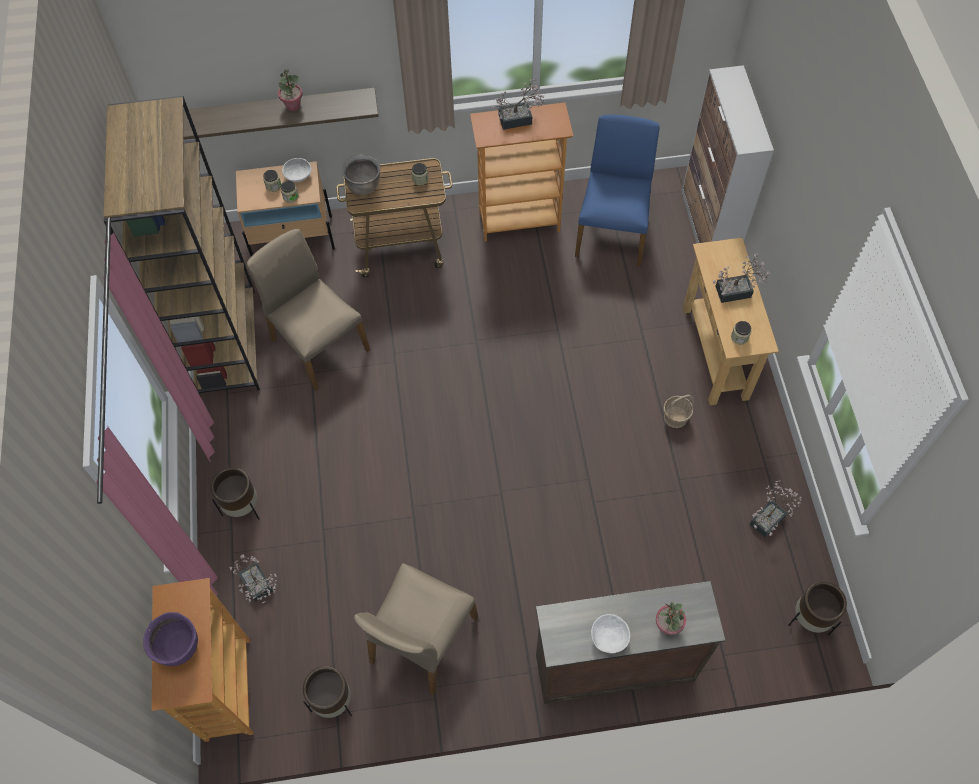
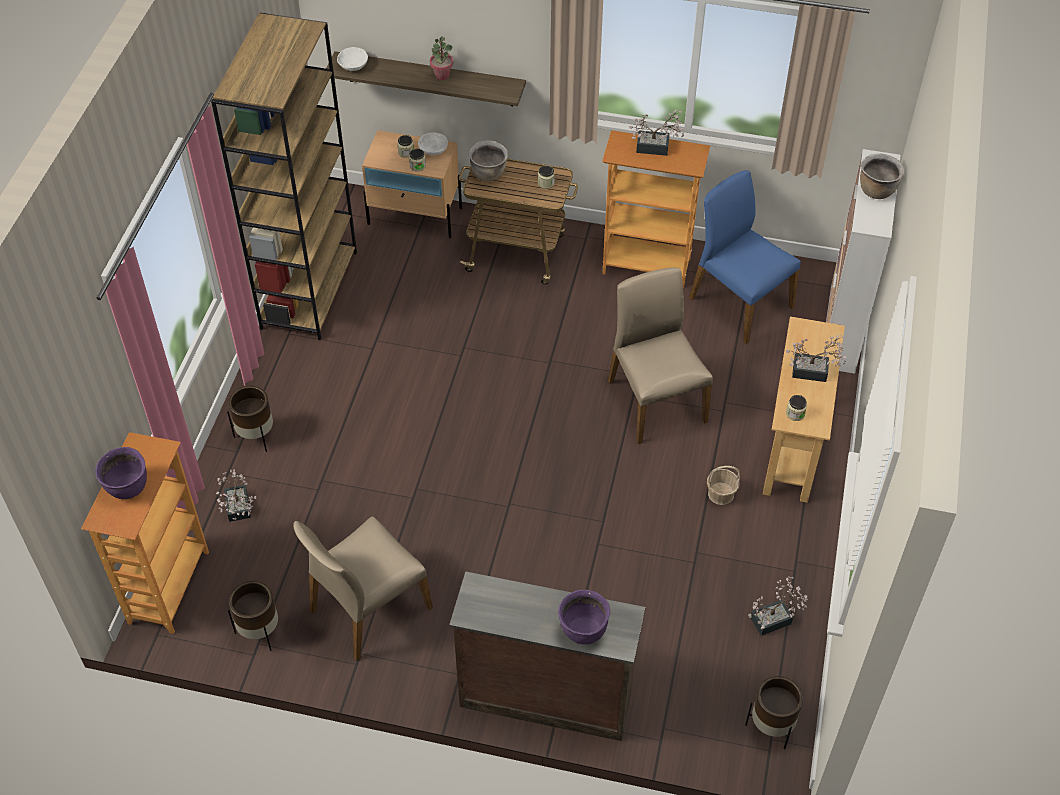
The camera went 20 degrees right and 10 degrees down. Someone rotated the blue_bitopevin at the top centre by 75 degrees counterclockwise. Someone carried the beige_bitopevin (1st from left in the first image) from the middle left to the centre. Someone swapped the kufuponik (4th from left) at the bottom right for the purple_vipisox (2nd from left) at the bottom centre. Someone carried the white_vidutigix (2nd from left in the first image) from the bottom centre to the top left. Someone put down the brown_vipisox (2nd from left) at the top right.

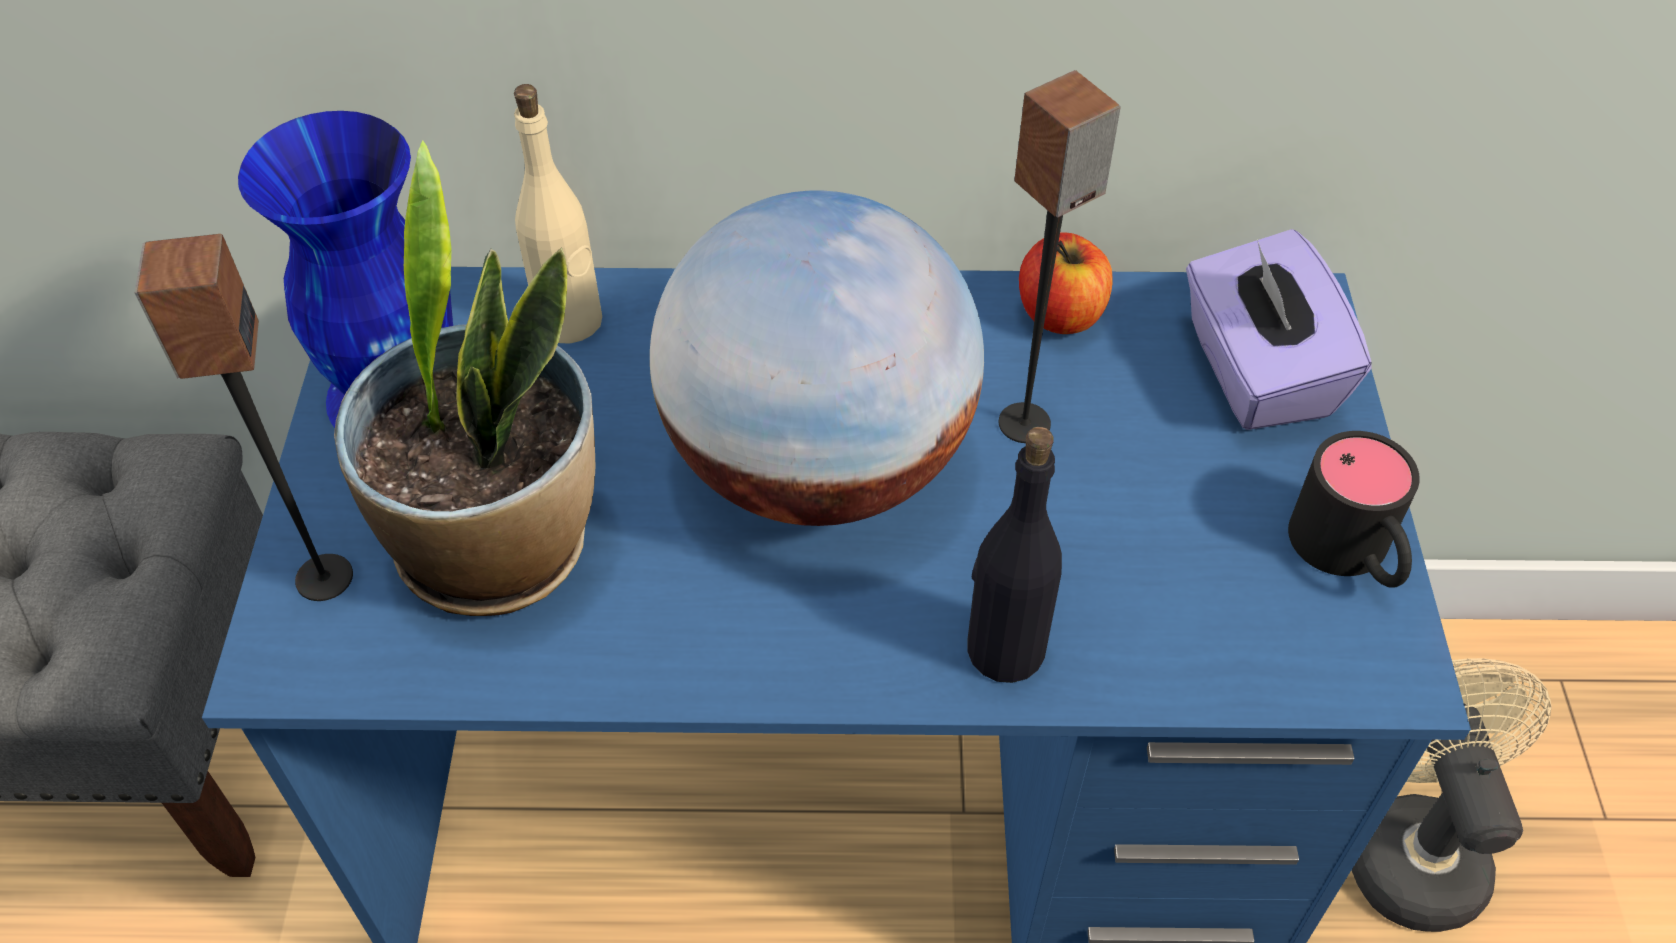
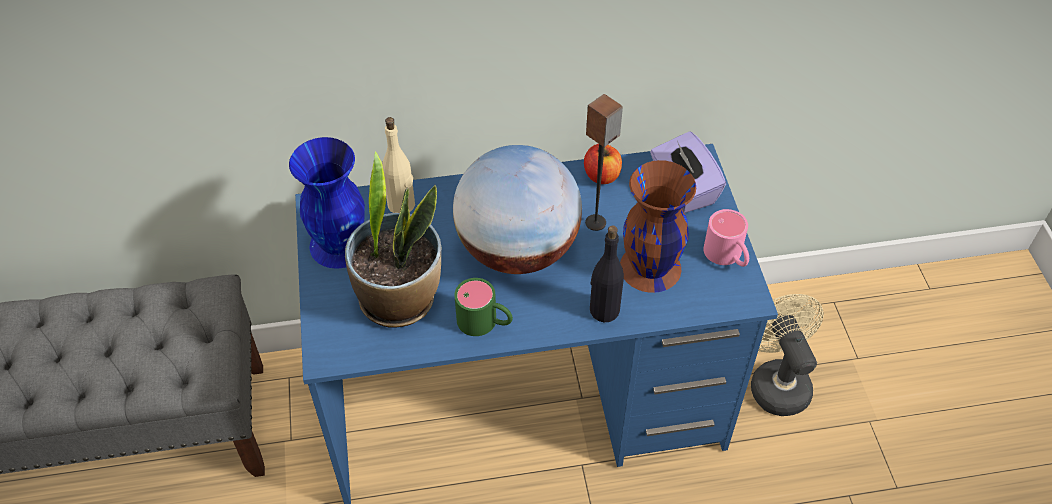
The camera went 10 degrees left and 0 degrees up. Someone took away the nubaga (1st from left) at the middle left. Someone repainted the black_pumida at the middle right, which became the pink_pumida at the middle right. Someone put down the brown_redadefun at the centre. Someone put down the green_pumida at the centre.

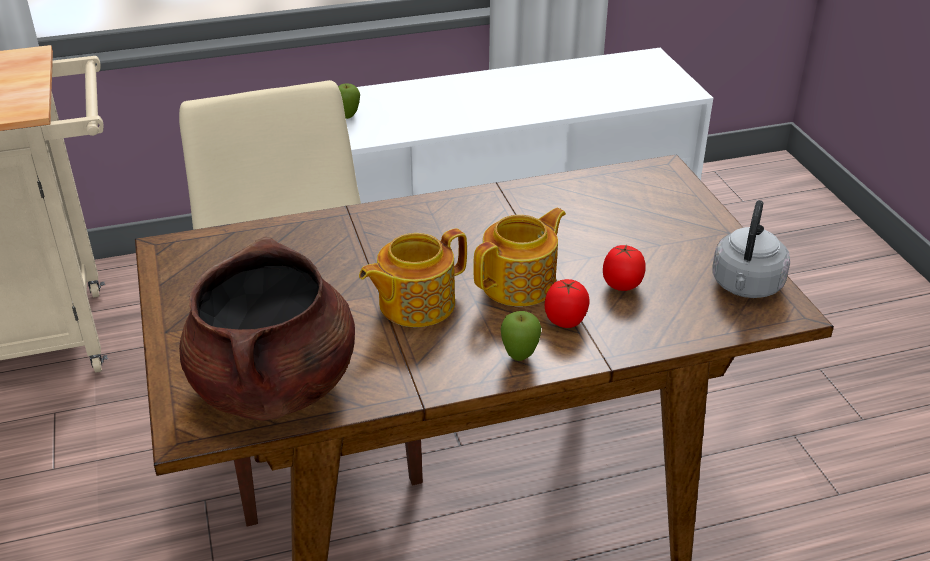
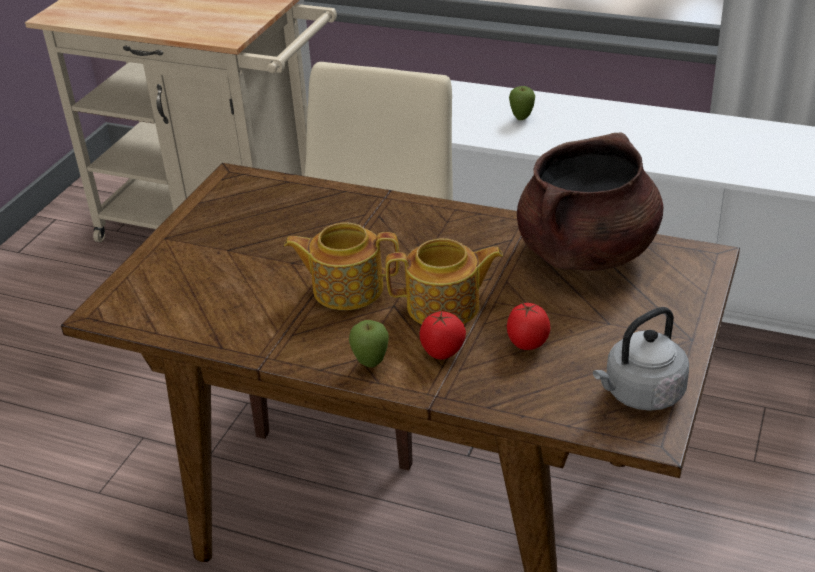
The camera went 40 degrees right and 0 degrees up. Someone carried the brown_vipisox from the middle left to the middle right.

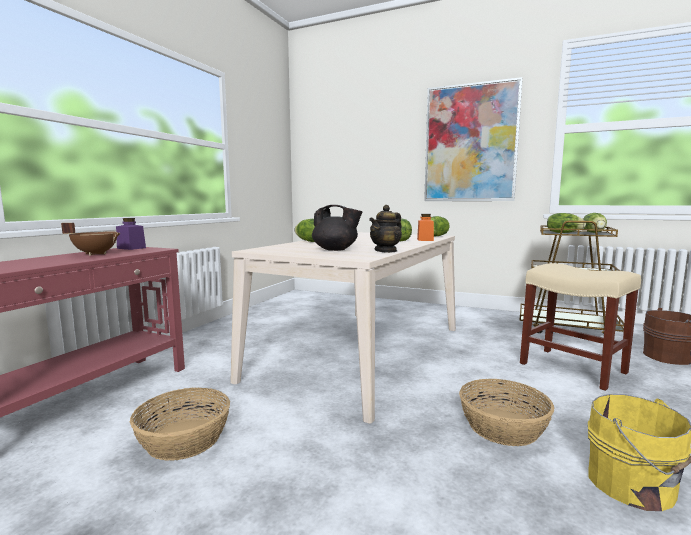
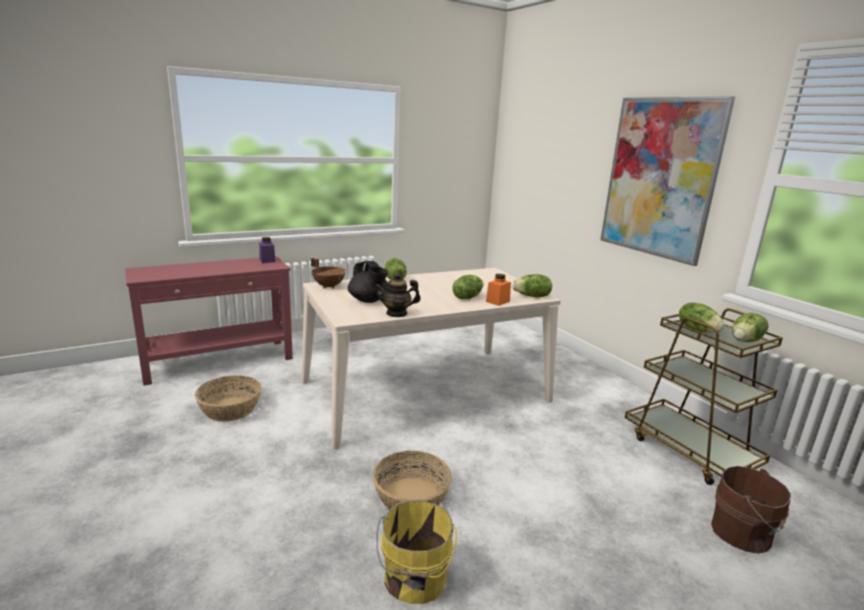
The camera went 35 degrees right and 10 degrees up. Someone carried the brown_vipisox from the middle left to the centre. Someone took away the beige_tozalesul at the middle right.

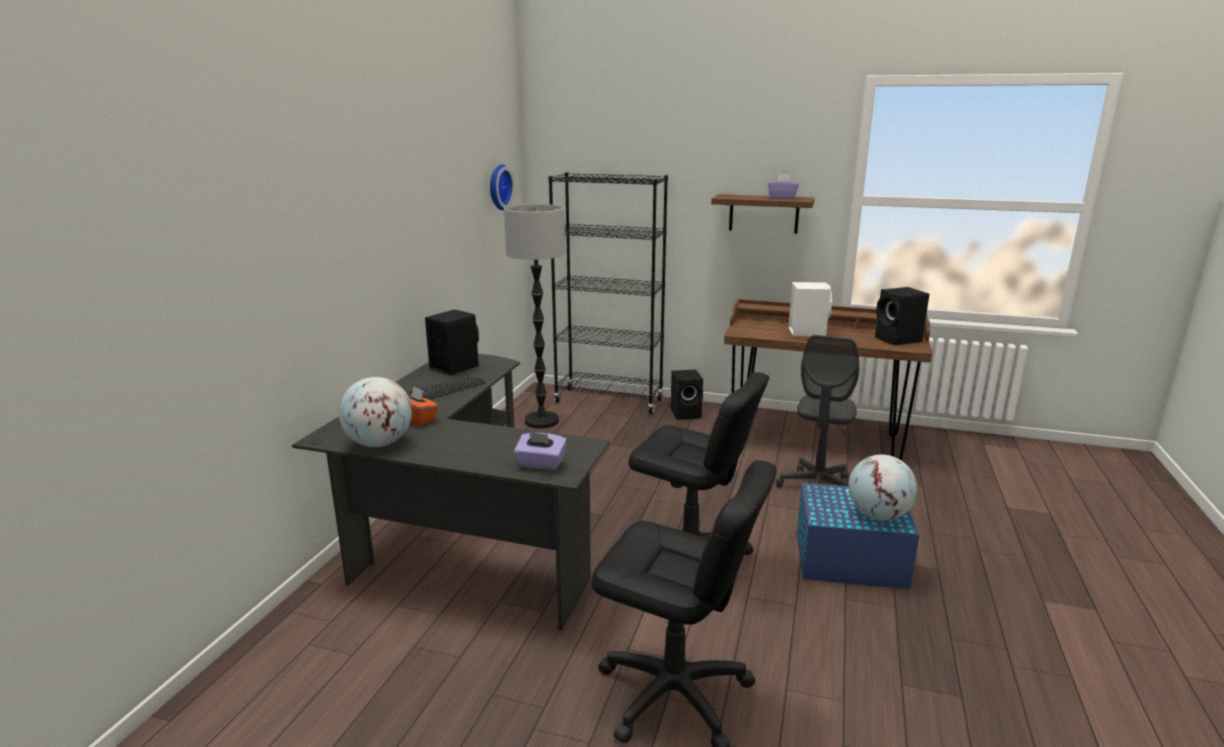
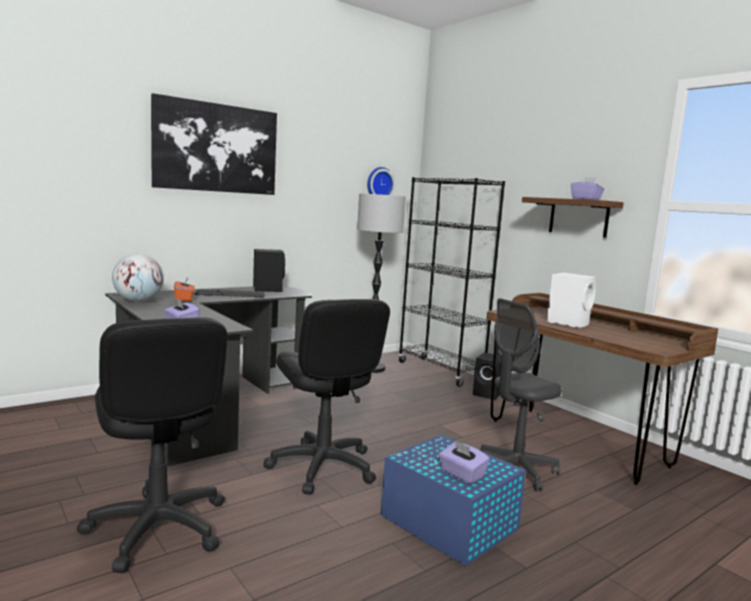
The camera went 35 degrees right and 10 degrees down. Someone took away the black_nubaga (3rd from left) at the middle right. Someone swapped the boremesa (2nd from left) at the middle right for the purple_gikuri (2nd from left) at the bottom centre. Someone put up the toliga at the top left.

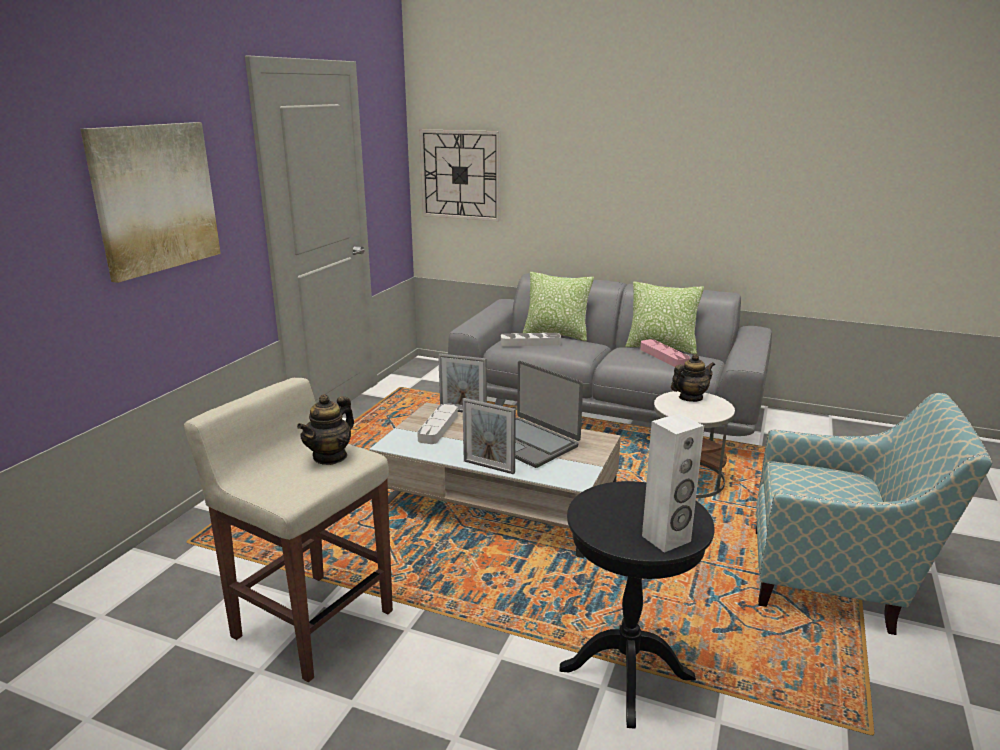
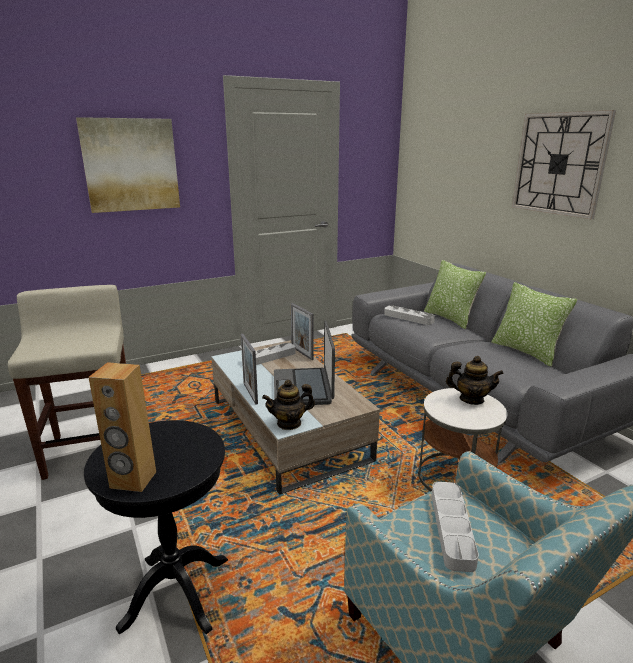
The camera went 40 degrees right and 0 degrees up. Someone carried the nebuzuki from the top centre to the top right. Someone took away the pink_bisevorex at the centre. Someone carried the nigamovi (1st from left) from the middle left to the centre. Someone repainted the white_nubaga at the middle right, which became the brown_nubaga at the middle left. Someone put down the grey_bisevorex (3rd from left) at the bottom right.

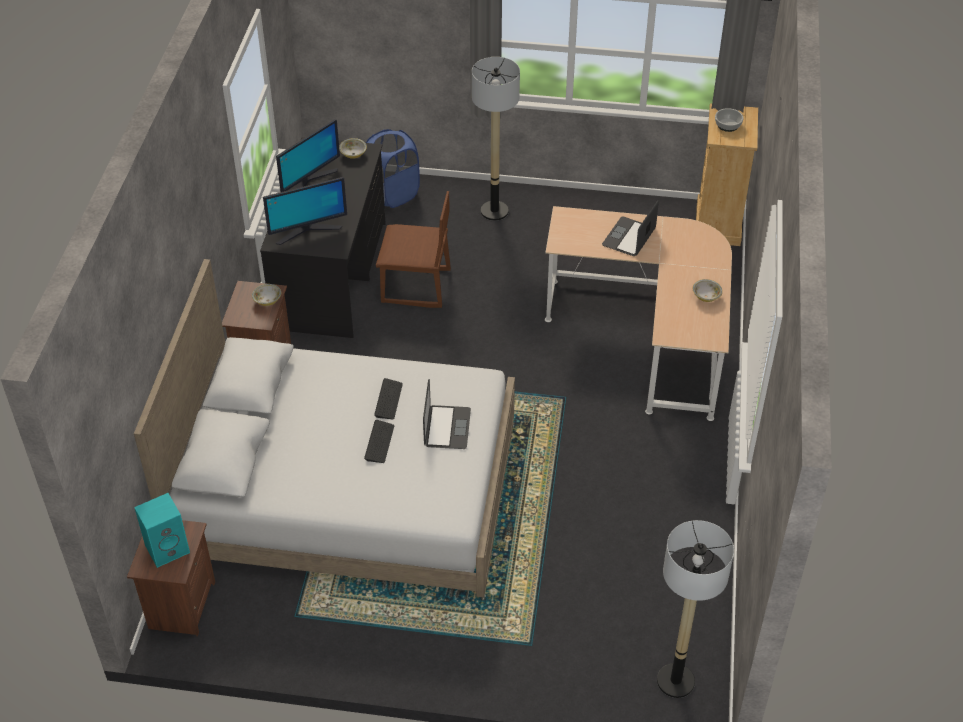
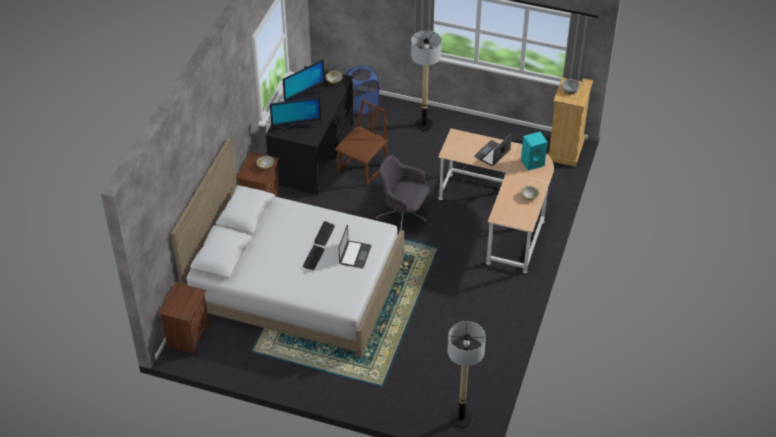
The camera went 10 degrees right and 0 degrees up. Someone rotated the brown_bitopevin at the centre by 75 degrees counterclockwise. Someone carried the turquoise_nubaga from the bottom left to the middle right. Someone put down the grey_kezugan at the centre.

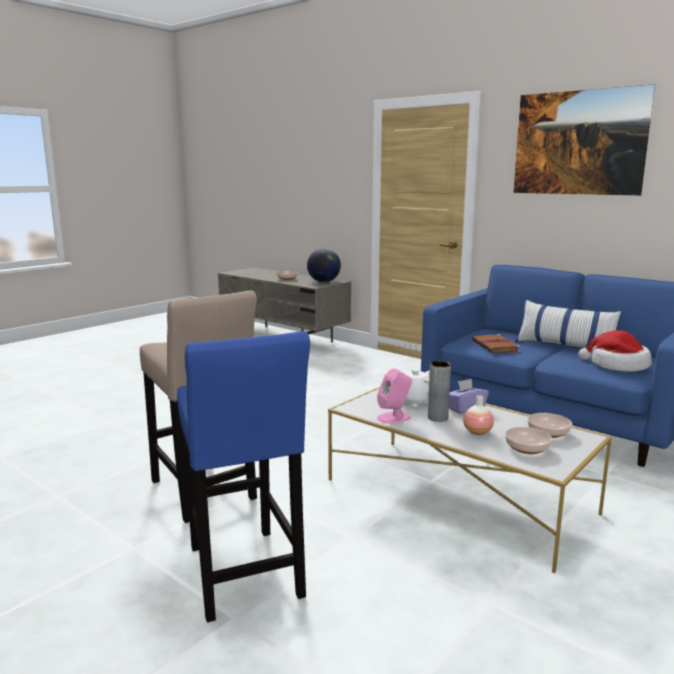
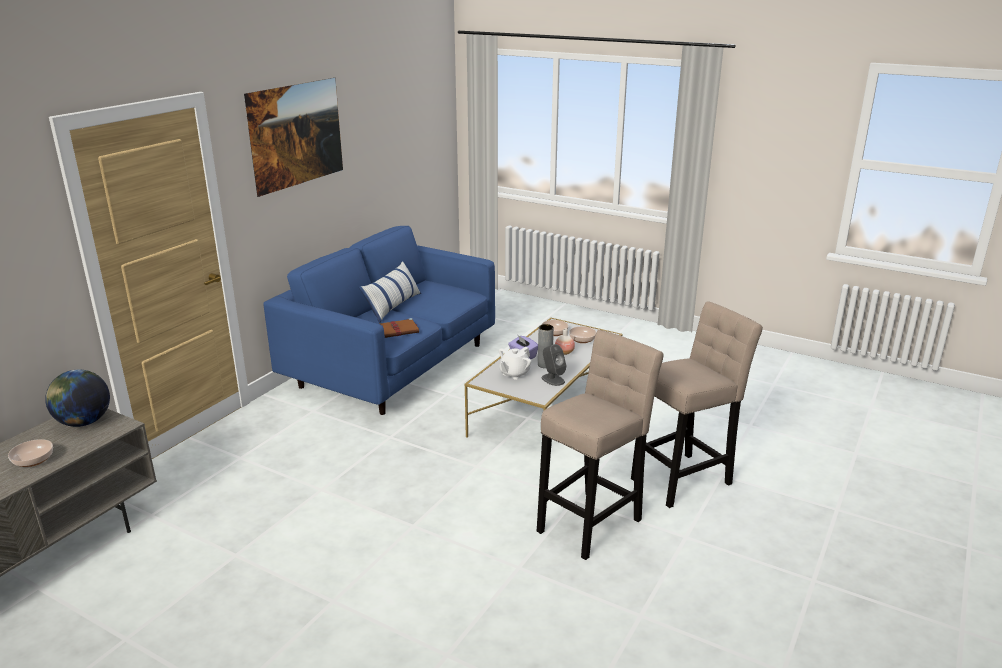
The camera went 100 degrees left and 10 degrees up. Someone took away the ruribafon at the middle right. Someone repainted the blue_tozalesul at the bottom centre, which became the beige_tozalesul (2nd from left) at the middle right. Someone repainted the pink_nubaga at the centre, which became the grey_nubaga at the centre.

